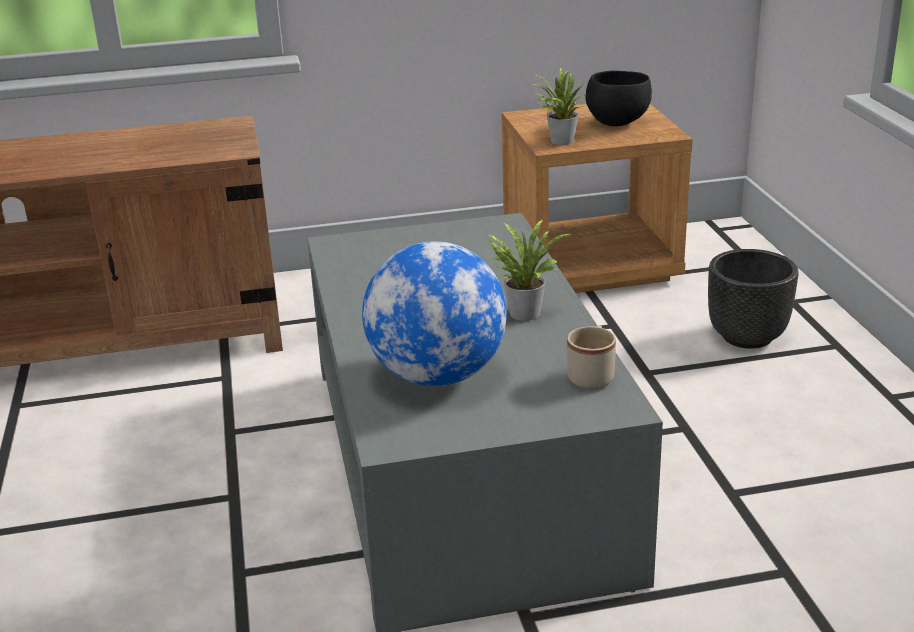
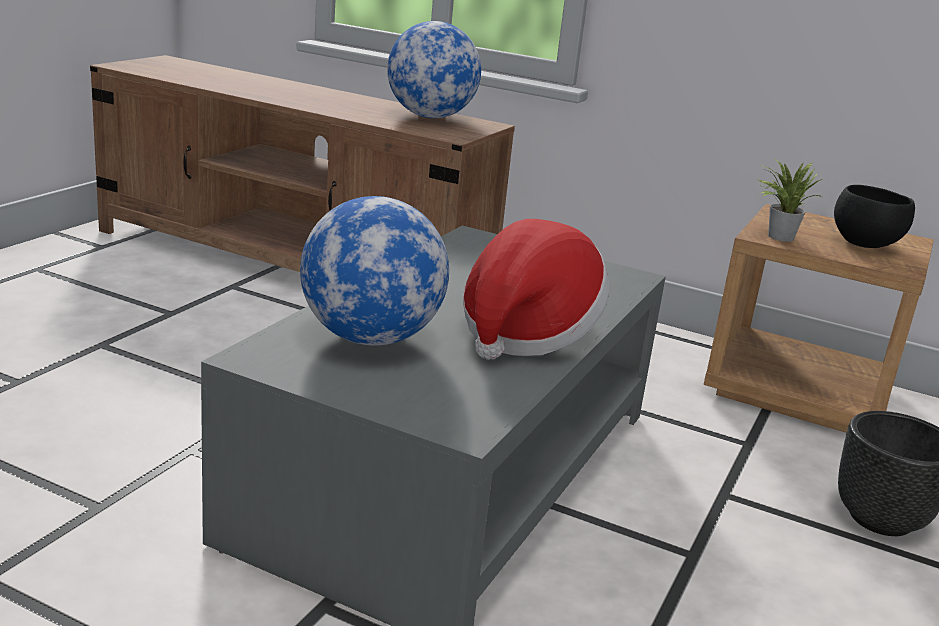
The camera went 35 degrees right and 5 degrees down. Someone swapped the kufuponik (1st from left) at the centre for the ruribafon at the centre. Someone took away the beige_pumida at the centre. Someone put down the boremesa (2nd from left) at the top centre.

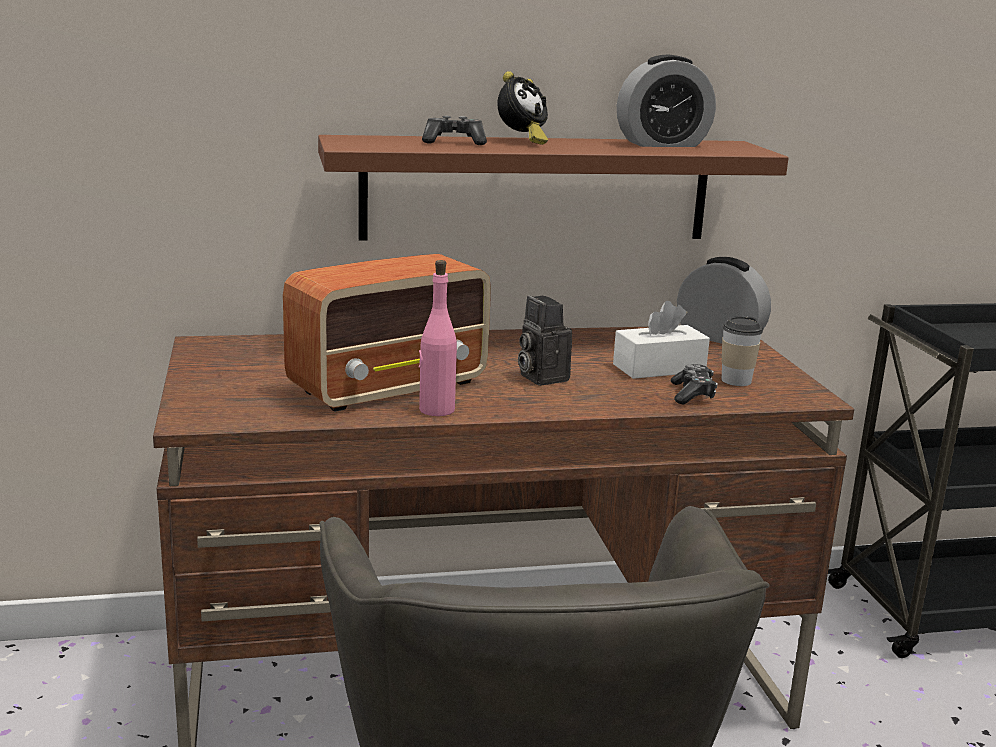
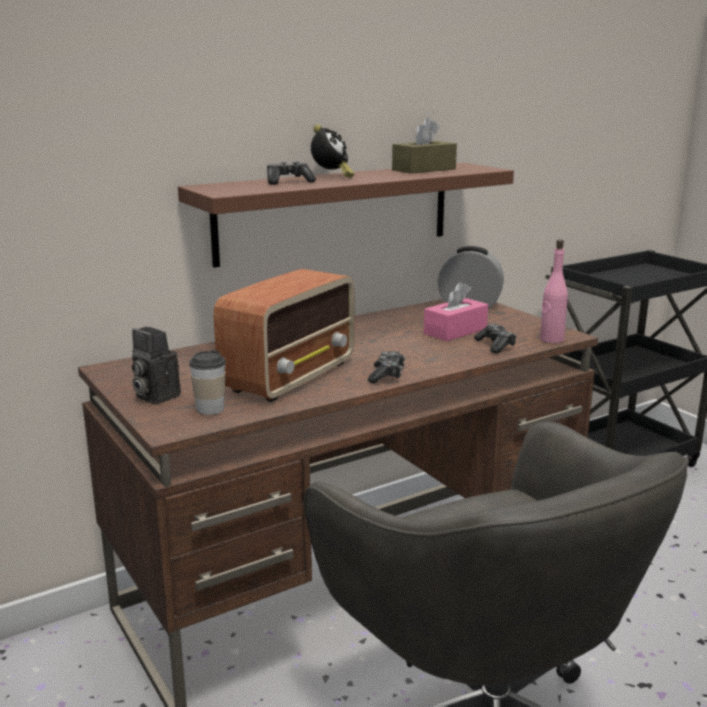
The camera went 20 degrees left and 0 degrees up. Someone swapped the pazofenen (2nd from left) at the top right for the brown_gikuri at the top centre. Someone carried the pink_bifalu from the centre to the middle right. Someone carried the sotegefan from the centre to the middle left. Someone repainted the white_gikuri at the centre, which became the pink_gikuri at the centre. Someone carried the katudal from the middle right to the middle left. Someone put down the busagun (2nd from left) at the centre.

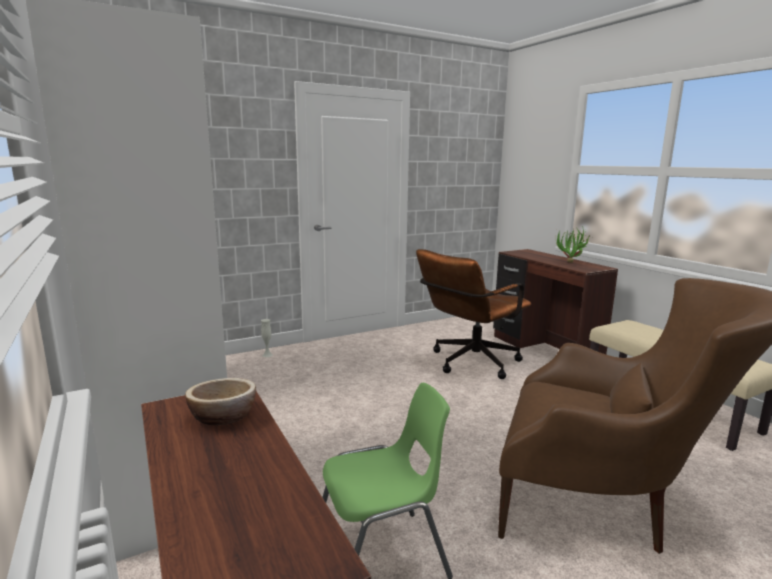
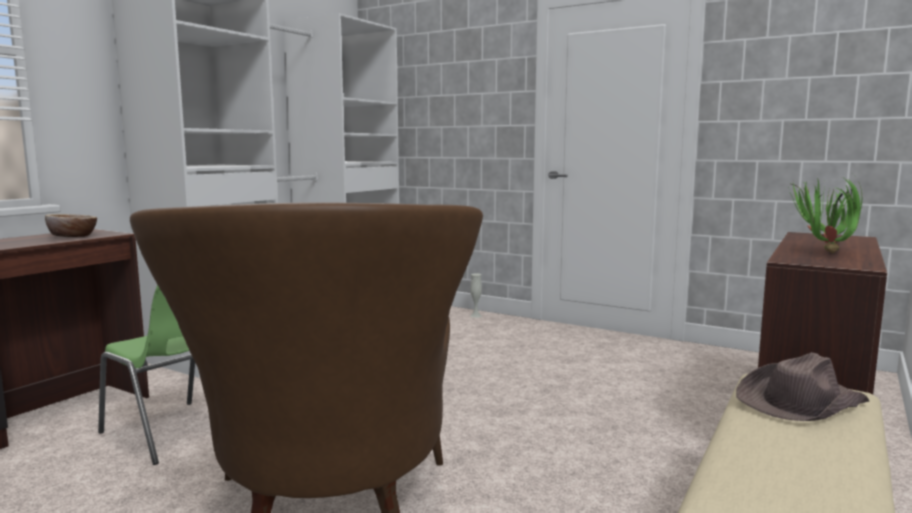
The camera went 60 degrees right and 5 degrees down. Someone took away the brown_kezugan at the centre. Someone put down the brown_ruribafon at the bottom right.

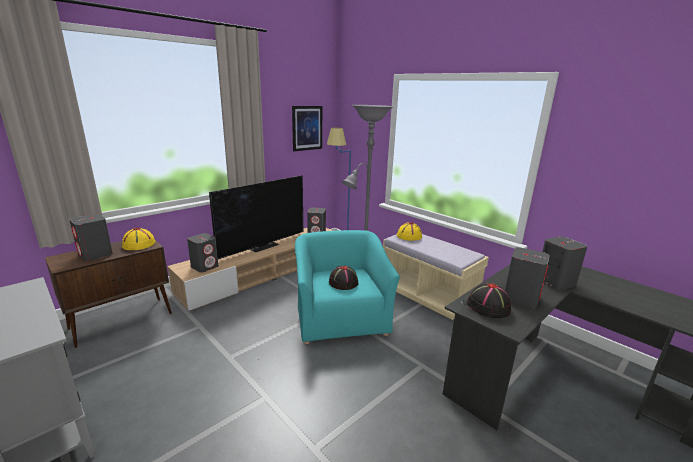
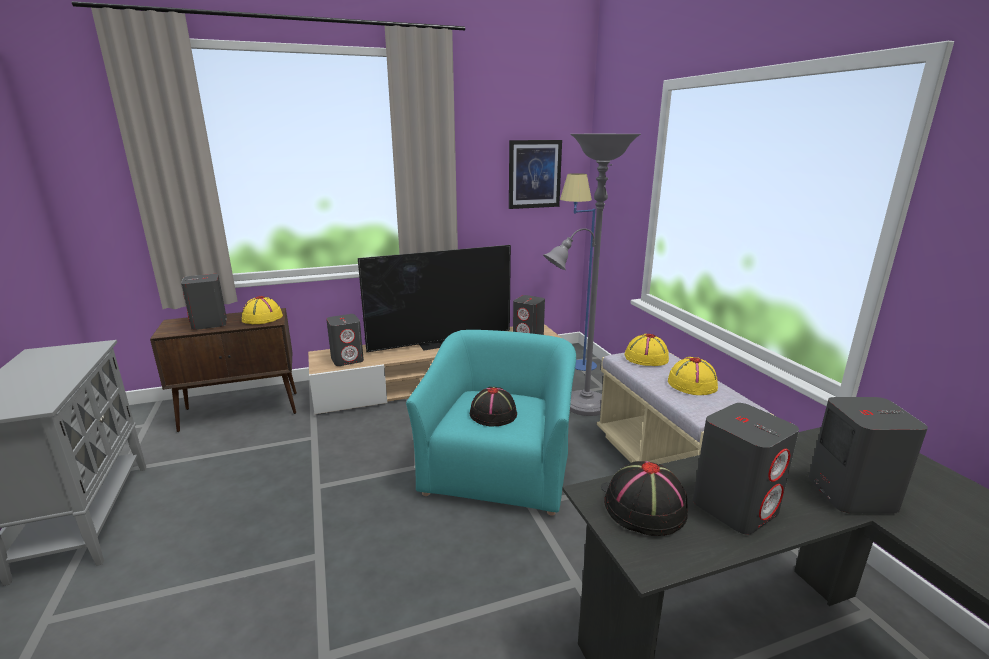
The camera went 25 degrees right and 0 degrees up. Someone put down the yellow_ruribafon (3rd from left) at the middle right.

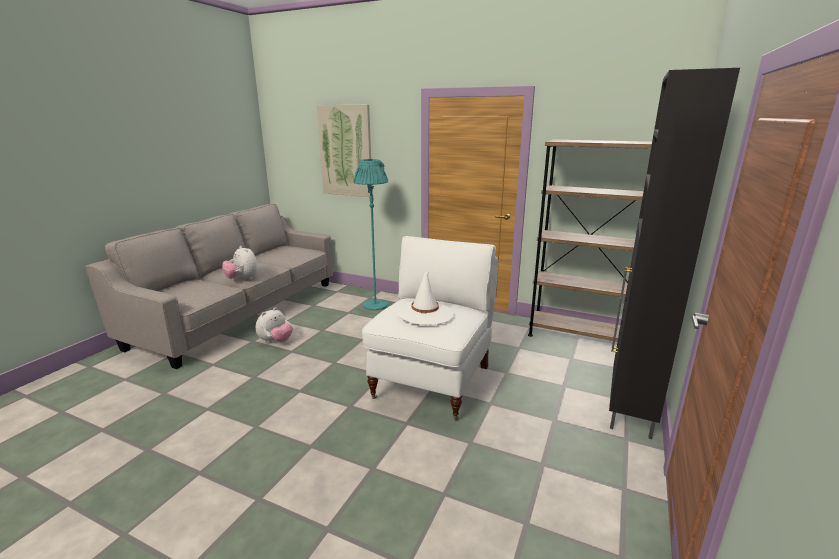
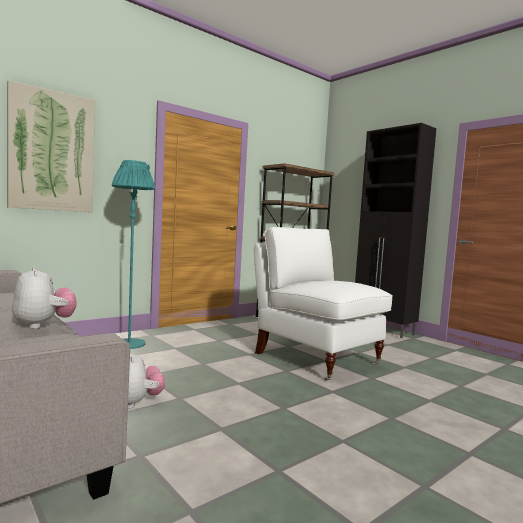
The camera went 65 degrees left and 15 degrees down. Someone rotated the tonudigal (1st from left) at the middle left by 105 degrees counterclockwise. Someone took away the white_ruribafon at the centre.

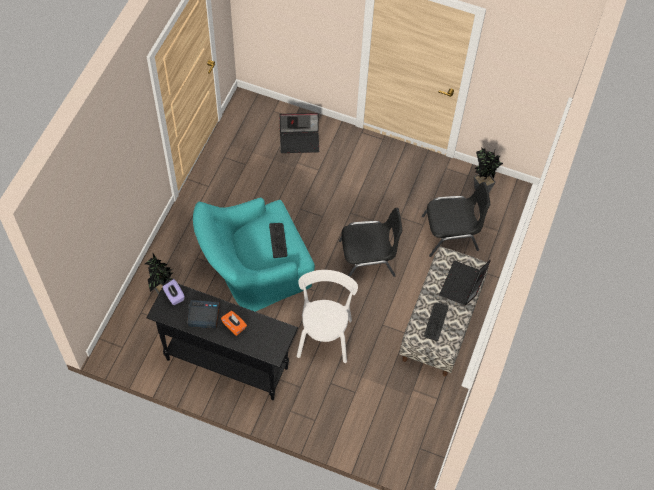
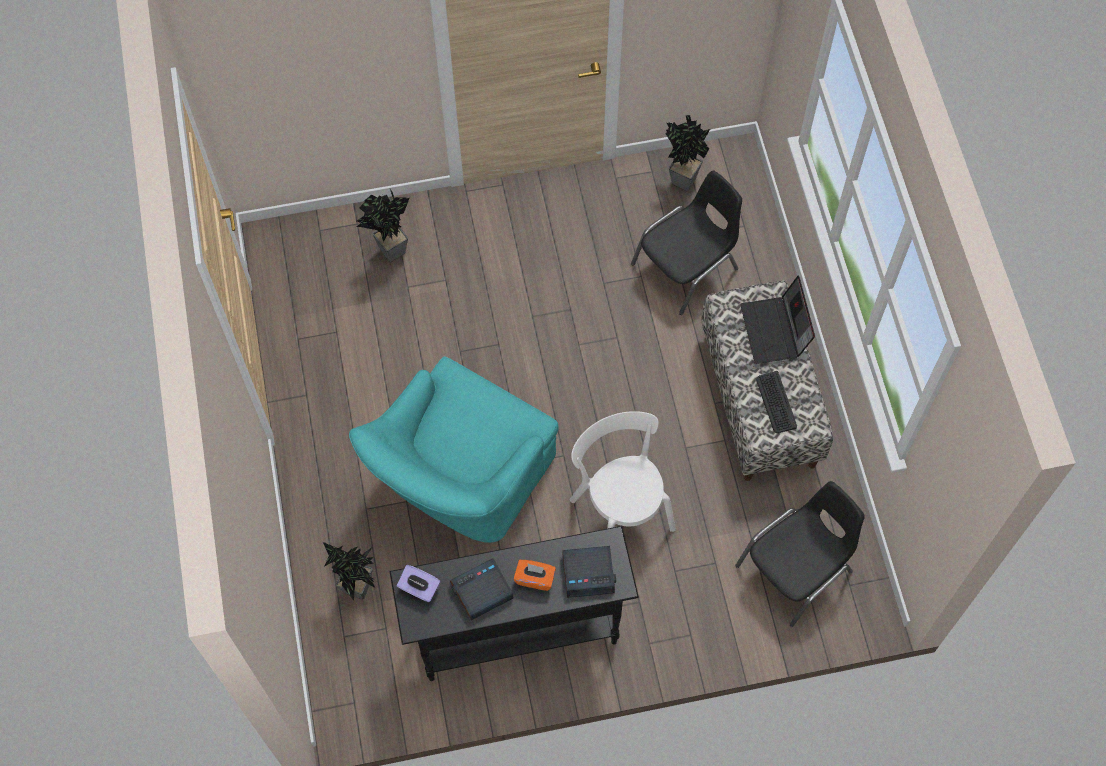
The camera went 30 degrees left and 5 degrees up. Someone swapped the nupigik (1st from left) at the top centre for the kufuponik (2nd from left) at the top centre. Someone carried the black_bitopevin (1st from left in the first image) from the centre to the bottom right. Someone took away the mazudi (1st from left) at the centre. Someone put down the pazofenen (2nd from left) at the bottom centre.

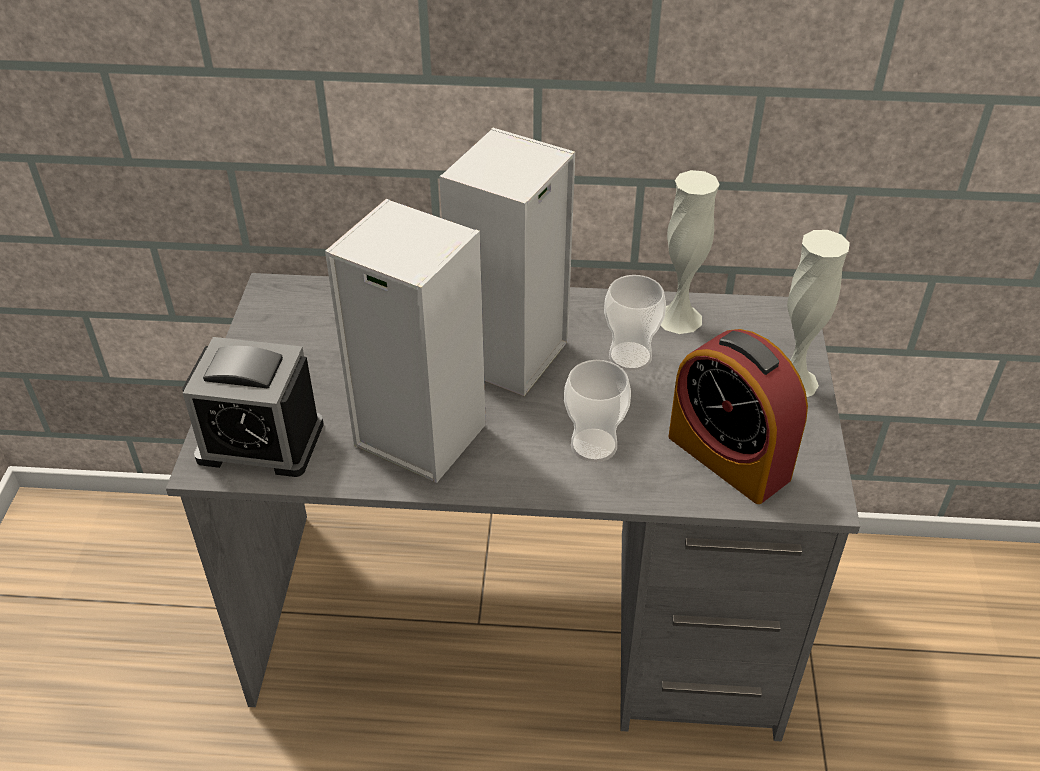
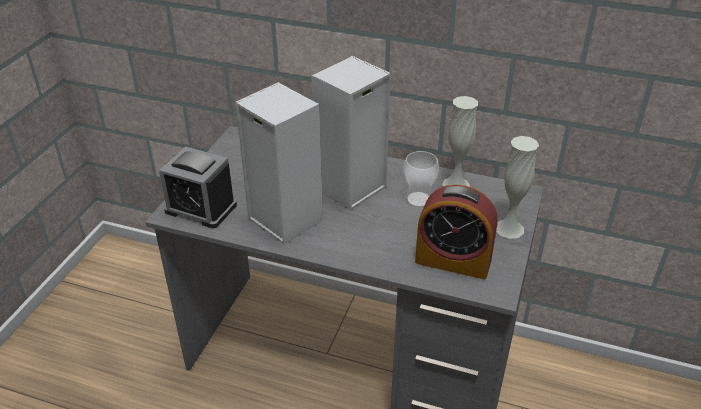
The camera went 15 degrees right and 5 degrees down. Someone rotated the pazofenen (2nd from left) at the middle right by 45 degrees counterclockwise. Someone took away the katudal (1st from left) at the centre.

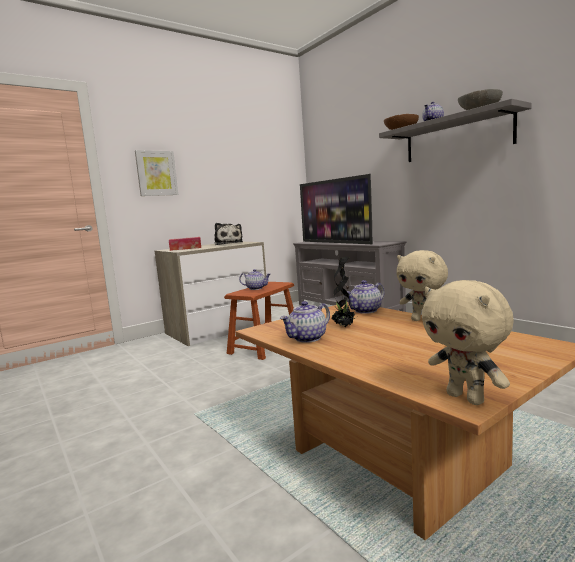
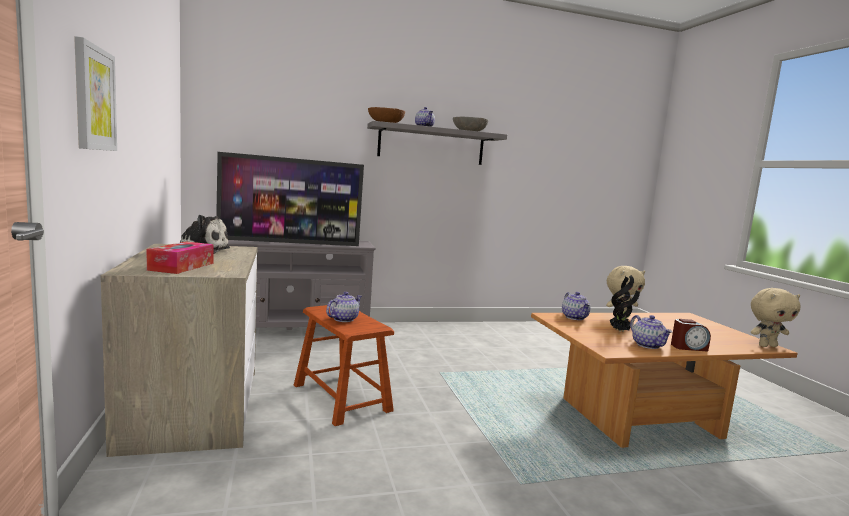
The camera went 70 degrees left and 0 degrees up. Someone put down the pazofenen at the middle right.

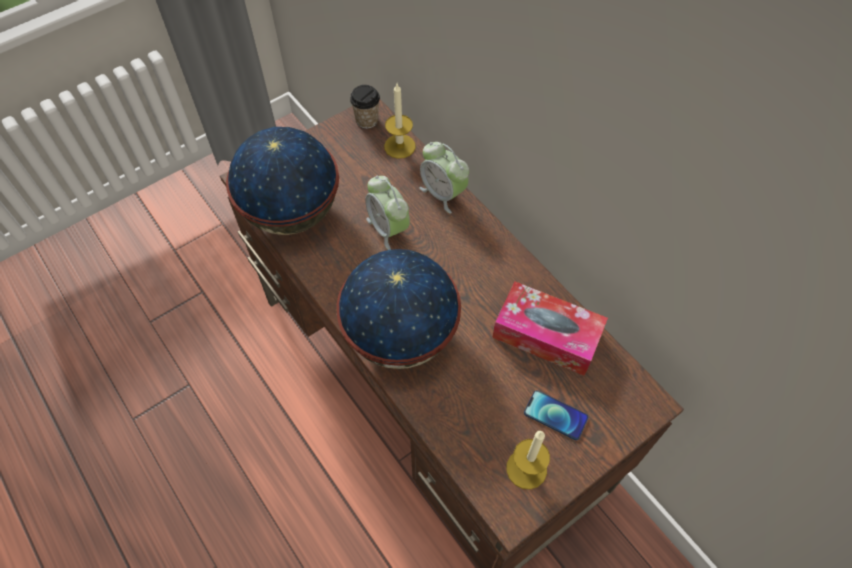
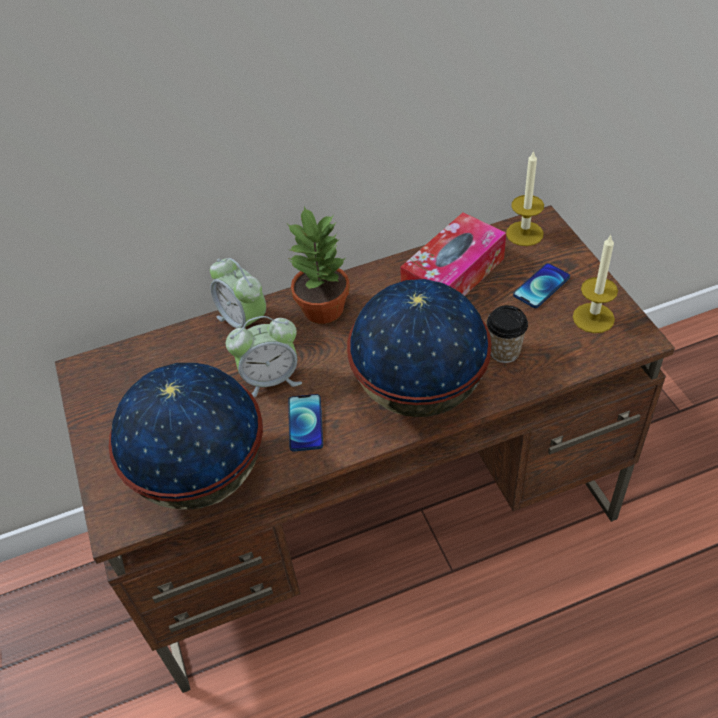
The camera went 70 degrees left and 10 degrees down. Someone carried the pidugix (1st from left) from the top centre to the top right. Someone carried the katudal from the top centre to the middle right. Someone rotated the pazofenen (2nd from left in the first image) at the top centre by 75 degrees clockwise. Someone put down the kufuponik at the centre. Someone put down the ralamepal (1st from left) at the centre.

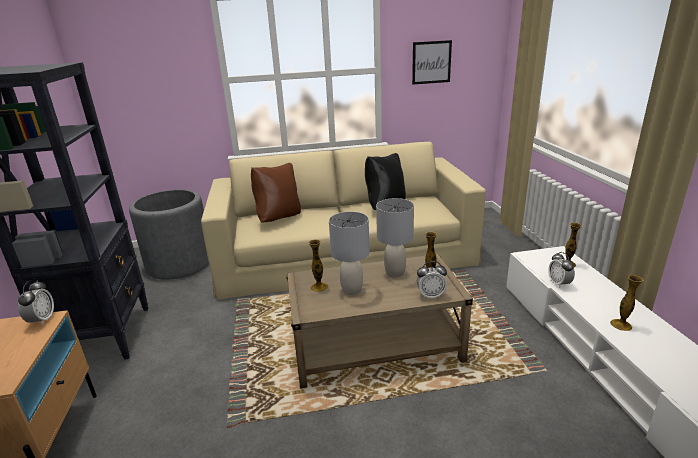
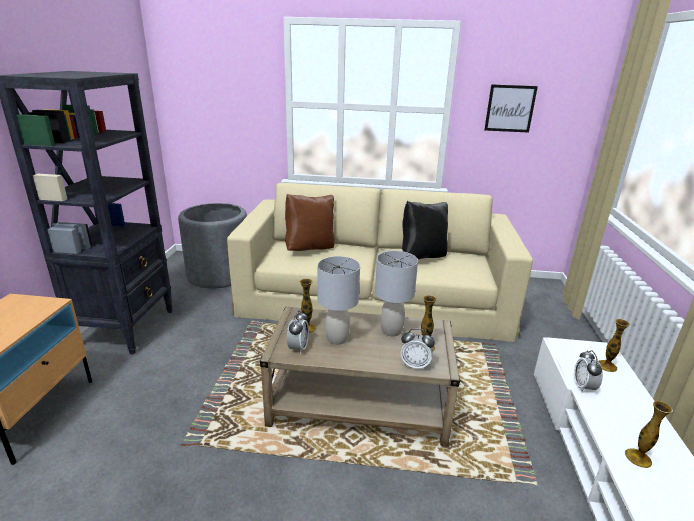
The camera went 15 degrees right and 0 degrees up. Someone carried the pazofenen (1st from left) from the middle left to the centre.

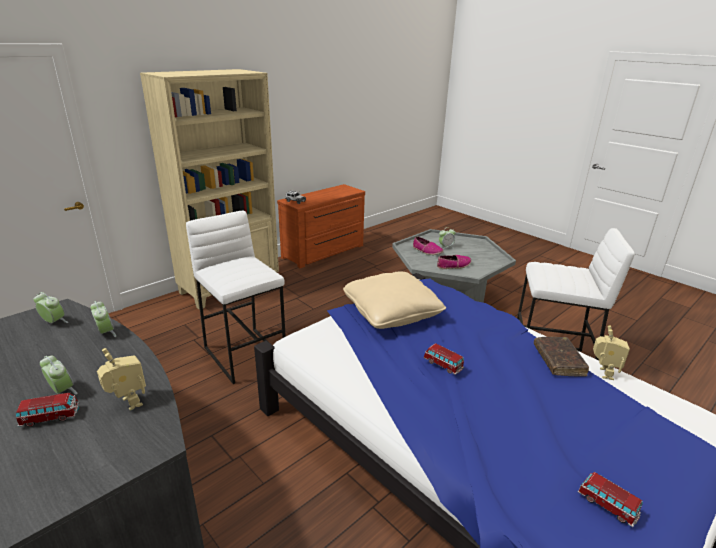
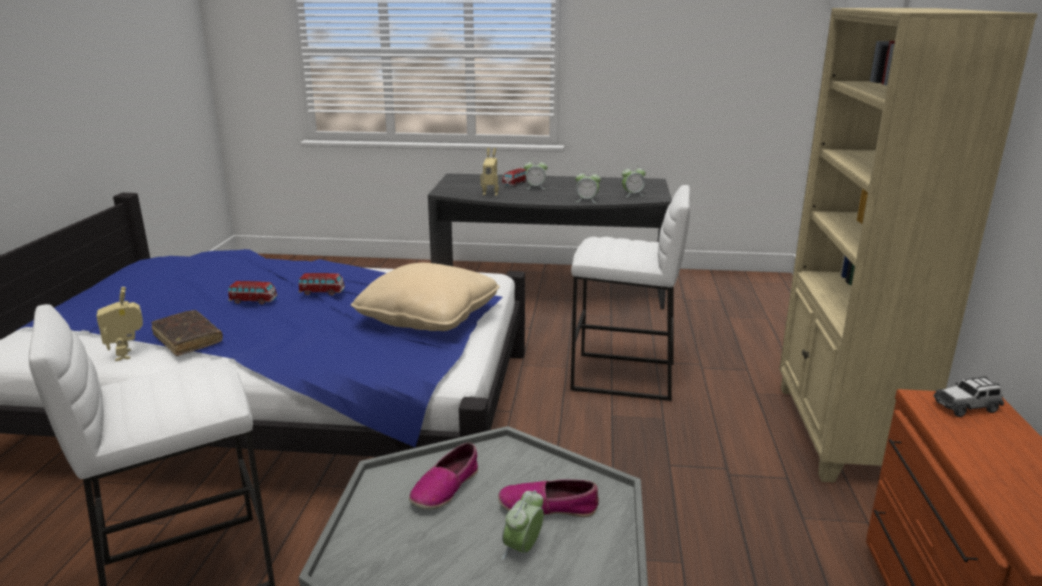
The camera went 140 degrees right and 5 degrees down. Someone carried the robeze (4th from left in the first image) from the bottom right to the middle left.

